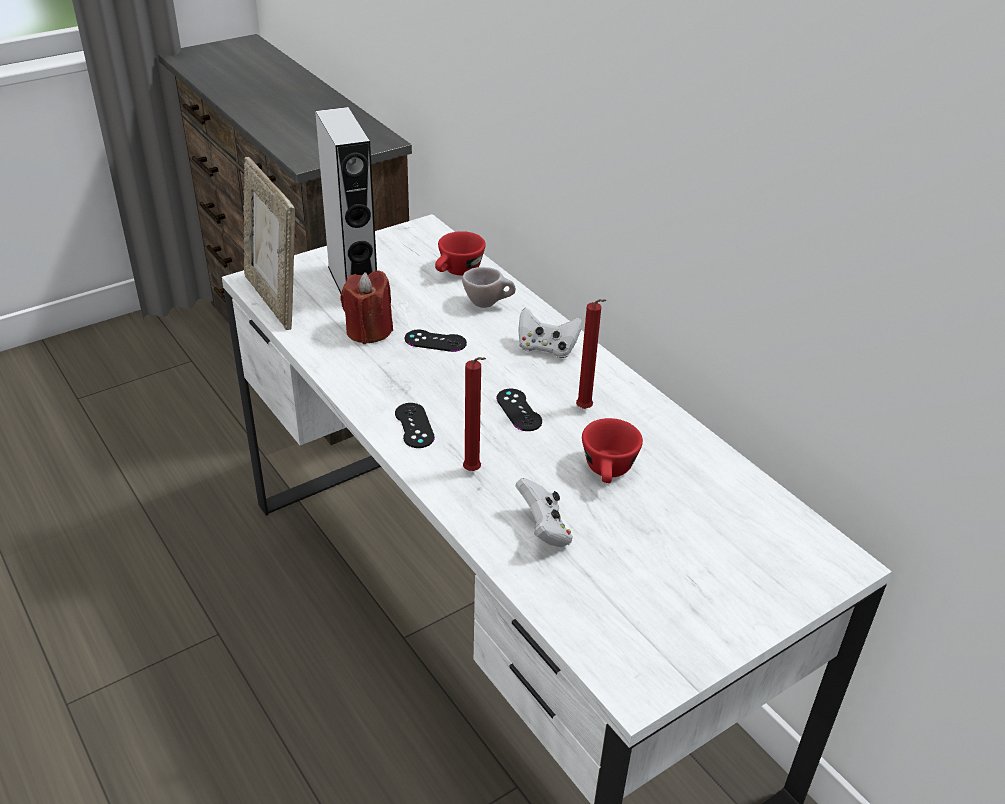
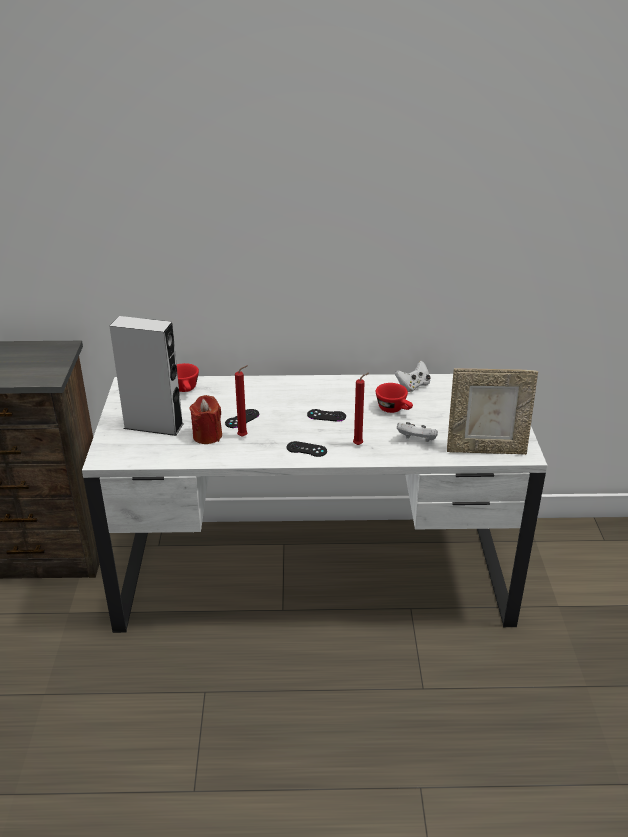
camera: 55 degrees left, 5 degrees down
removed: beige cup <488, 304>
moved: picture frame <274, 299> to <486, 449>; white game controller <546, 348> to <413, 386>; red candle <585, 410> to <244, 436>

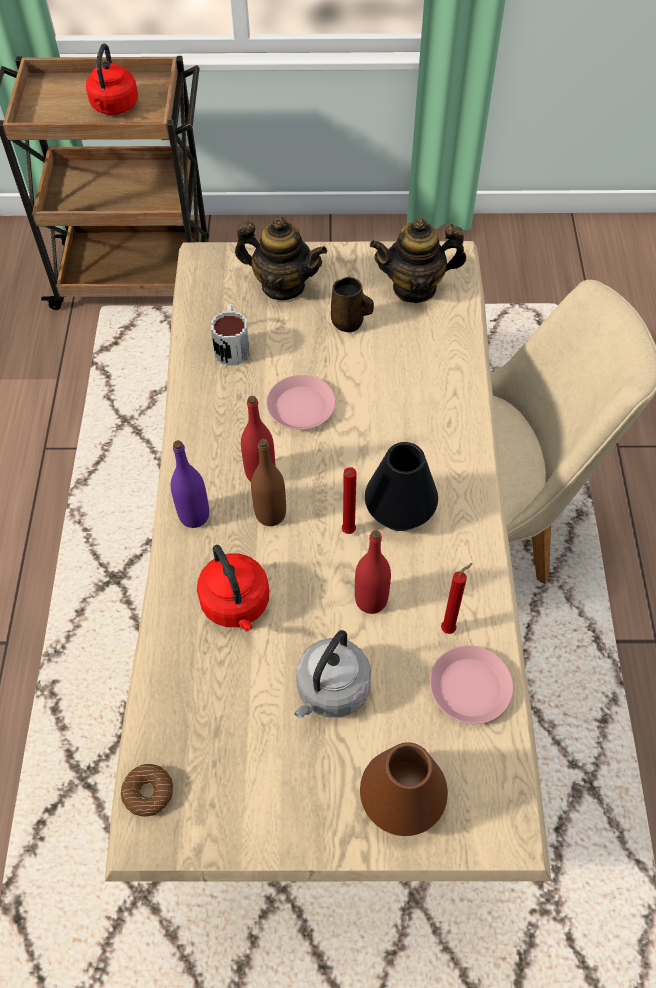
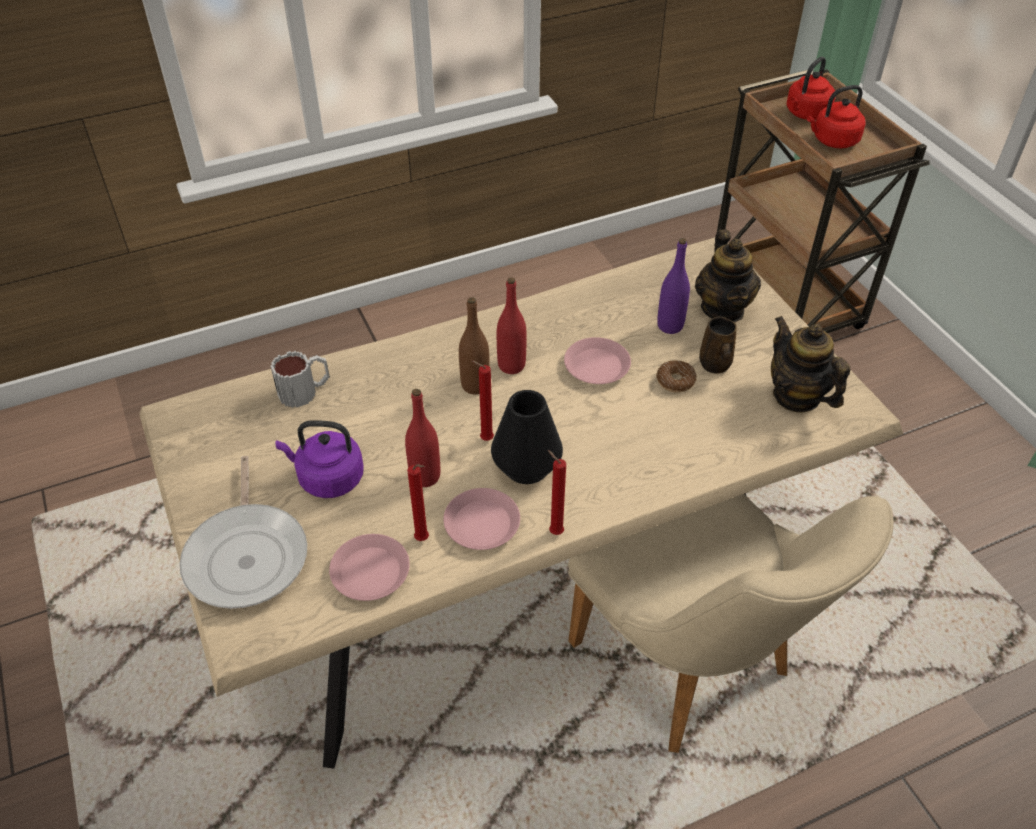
camera: 65 degrees right, 10 degrees down
added: pink plate <482, 523>; red candle <554, 531>
moved: donut <148, 792> to <675, 381>; purple bottle <194, 516> to <670, 326>; red kettle <237, 605> to <806, 114>; mug <232, 345> to <305, 391>
replaced: brown vase <401, 799> to frying pan <248, 555>
recoloured: grey kettle <331, 691> to purple kettle <327, 478>

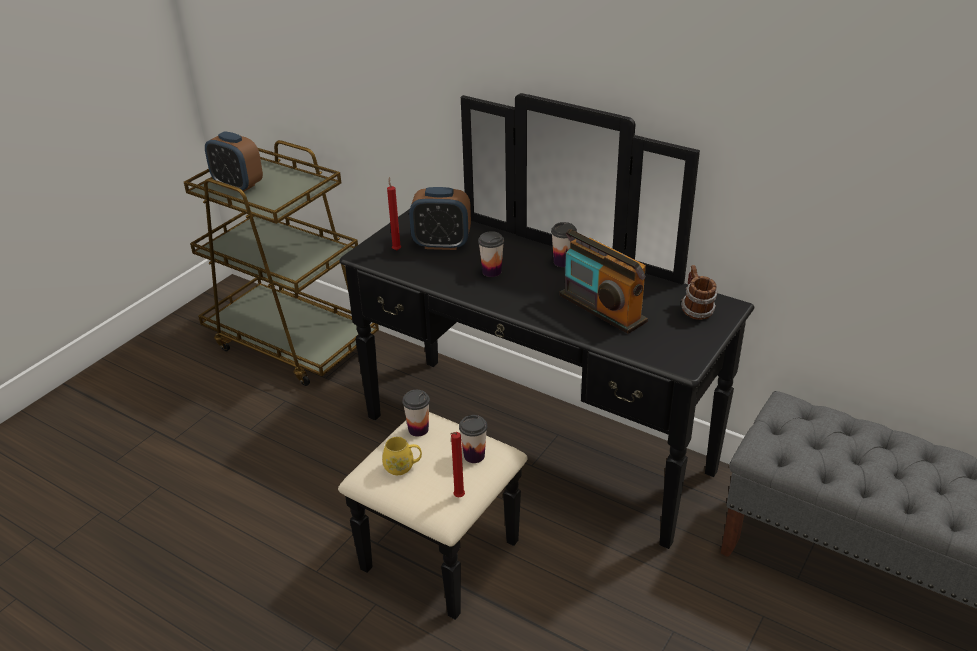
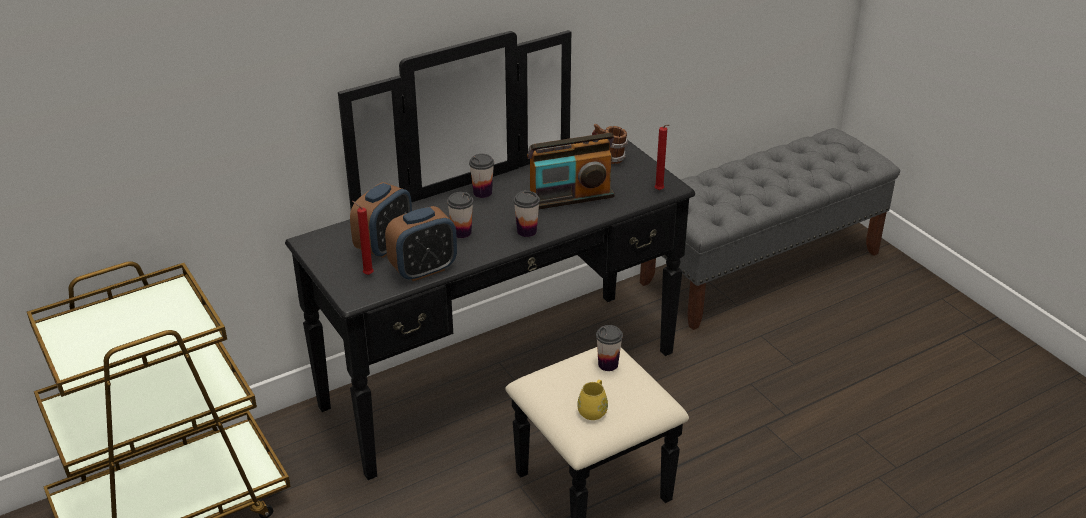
camera: 65 degrees left, 0 degrees up
moved: alarm clock <238, 185> to <423, 270>; cup <418, 429> to <526, 231>; red candle <458, 498> to <660, 191>

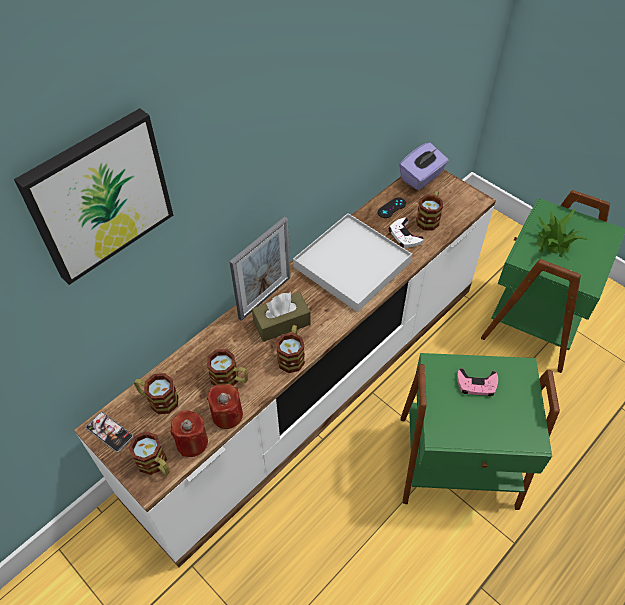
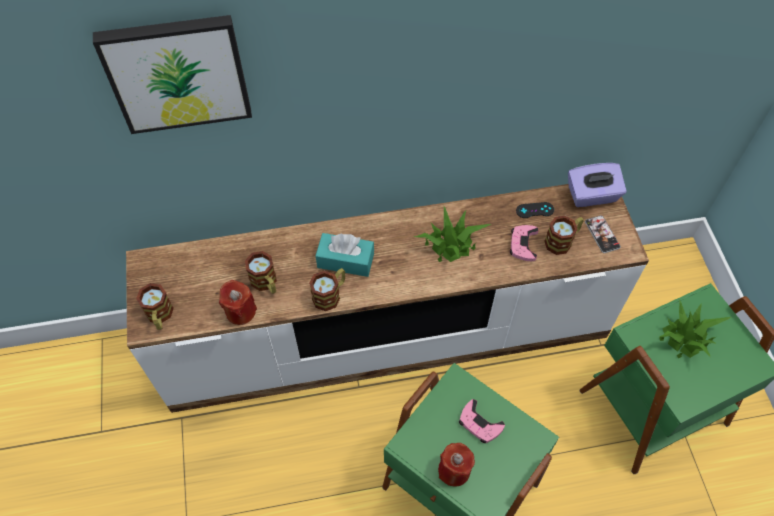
camera: 35 degrees right, 5 degrees up
removed: mug <158, 400>; picture frame <265, 297>
moved: phone <109, 432> to <602, 234>; red candle <192, 442> to <454, 470>
replaced: white tray <351, 264> to potted plant <450, 243>
recoloured: brown tissue box <282, 323> to turquoise tissue box <345, 260>; white game controller <404, 236> to pink game controller <523, 244>

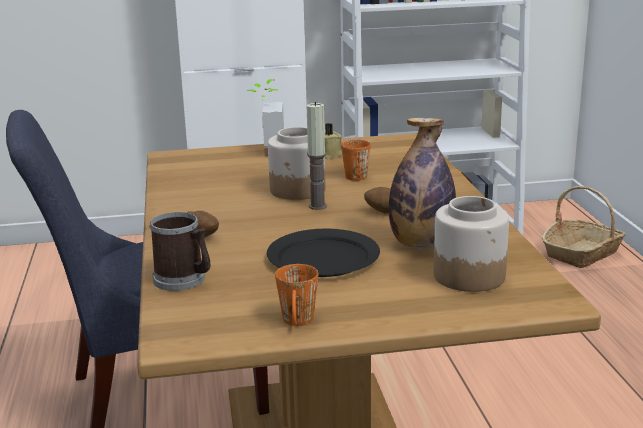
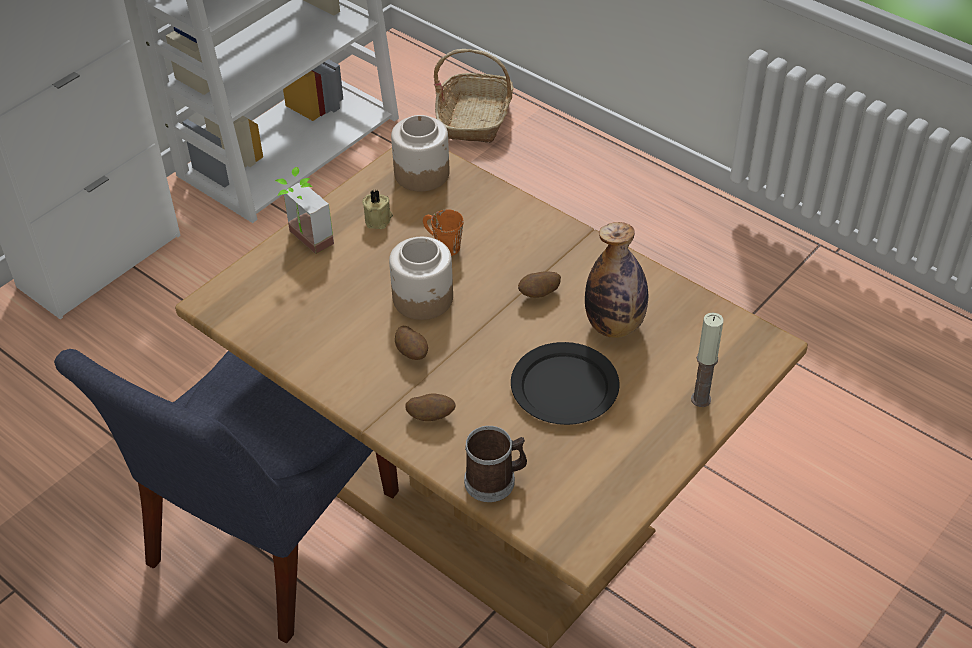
camera: 40 degrees left, 25 degrees up
removed: orange mug <298, 324>
added: potato <412, 353>
moved: candle <317, 206> to <700, 399>; jar <469, 276> to <421, 173>

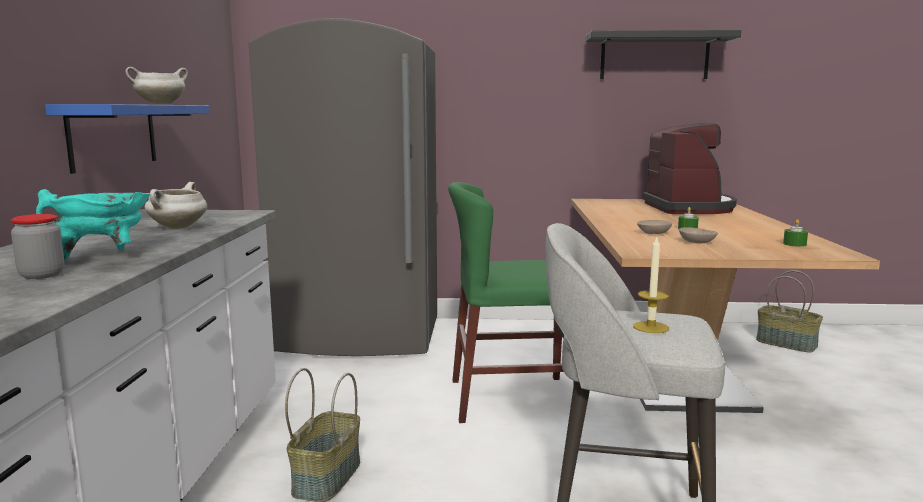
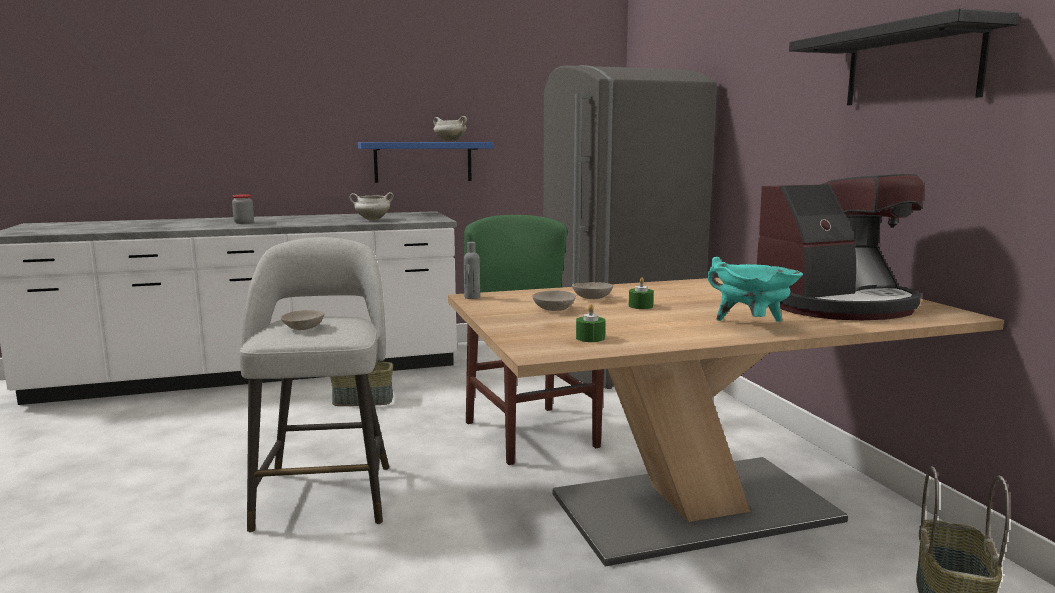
camera: 70 degrees right, 0 degrees up
added: grey bottle <472, 297>
moved: turquoise cooking pot <105, 257> to <752, 325>
replaced: candle <650, 327> to beige bowl <305, 327>

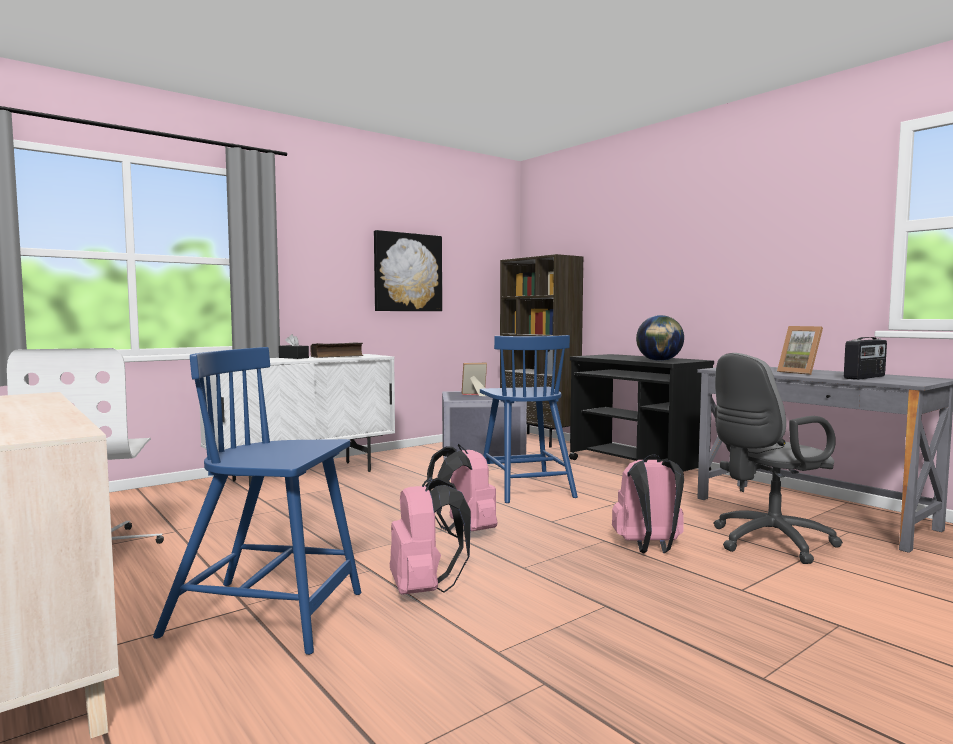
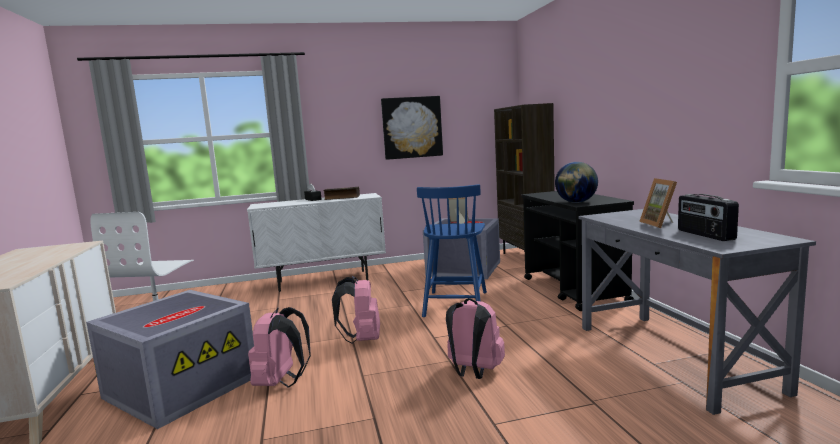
camera: 25 degrees right, 5 degrees up
removed: grey office chair <766, 542>
replaced: blue chair <268, 615> to grey storage box <182, 386>
turned: radio <865, 377> = <704, 235> 90 degrees clockwise

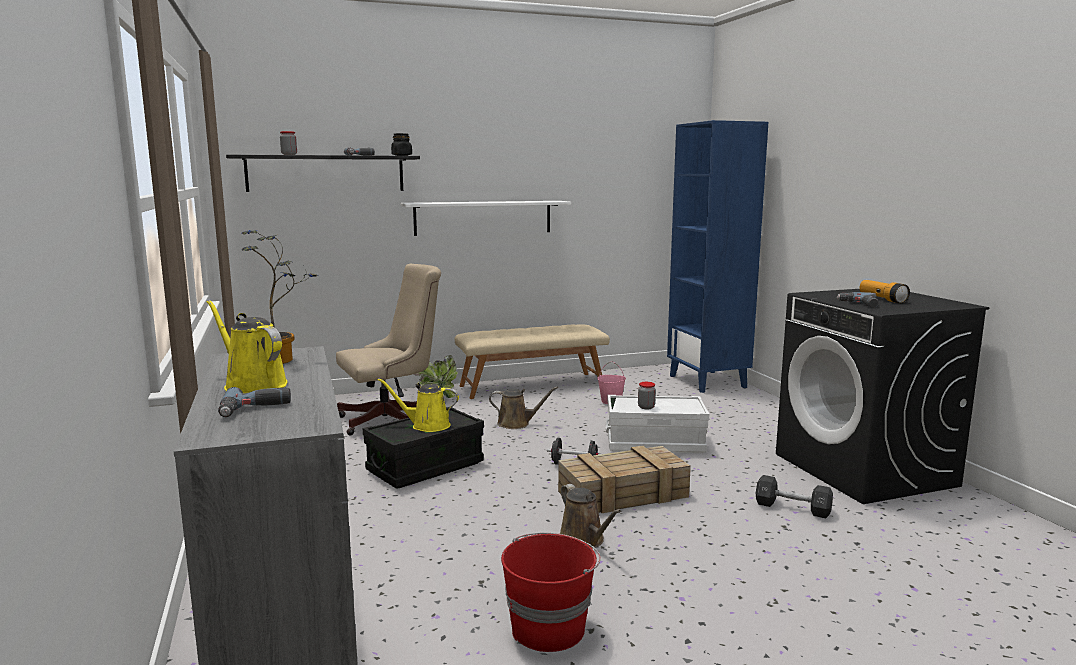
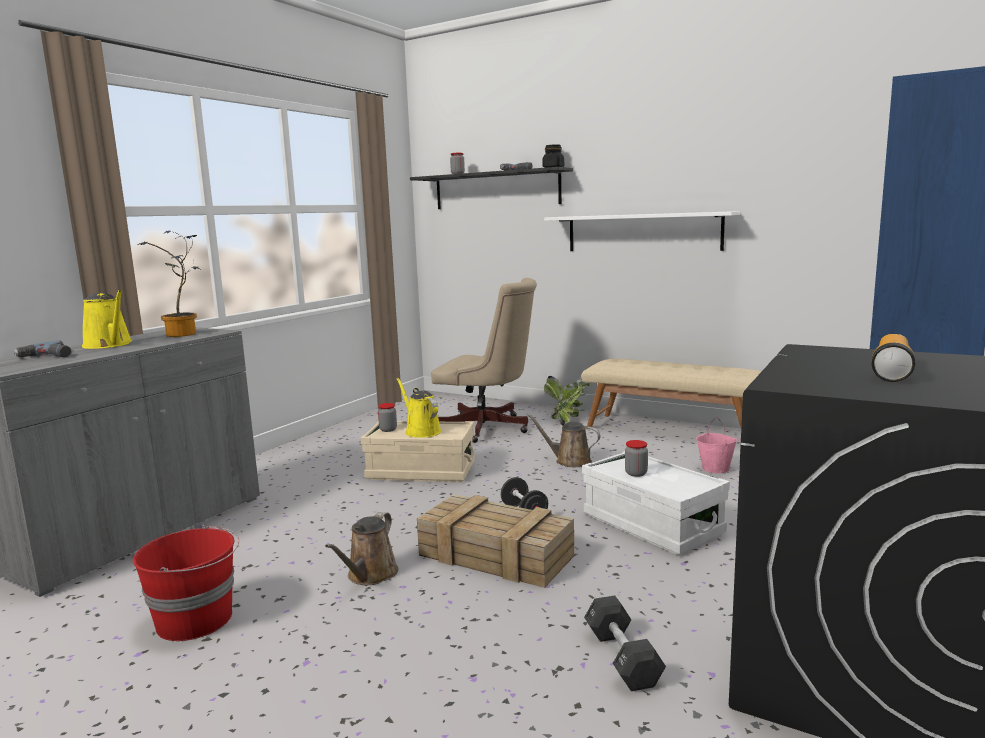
camera: 50 degrees right, 0 degrees up
removed: power drill <859, 304>
added: jar <388, 429>
recoloured: black storage box <425, 467> to beige storage box <421, 471>
turned: yellow watering can <252, 385> = <109, 345> 135 degrees clockwise; brown watering can <516, 424> = <569, 461> 150 degrees clockwise

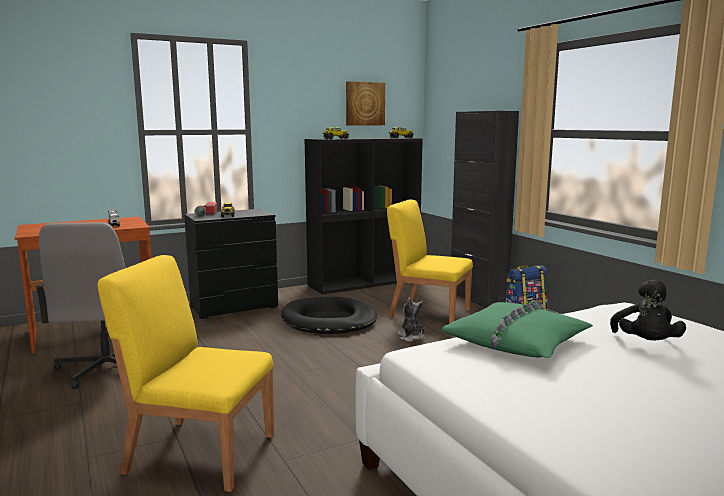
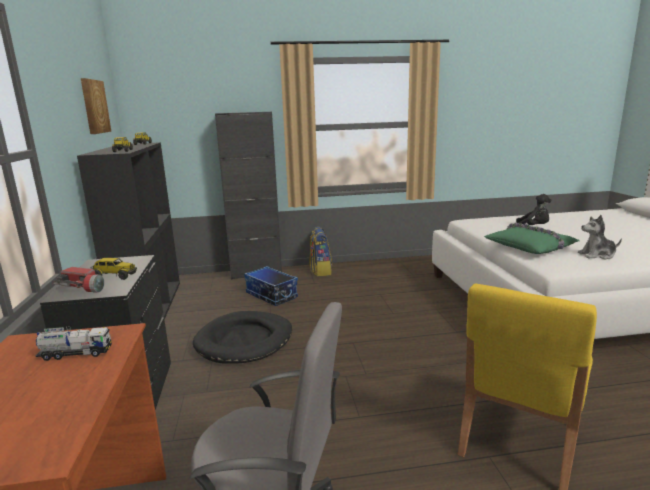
camera: 70 degrees left, 5 degrees up
moved: plush toy <411, 337> to <597, 255>
replaced: yellow chair <428, 313> to storage box <271, 295>

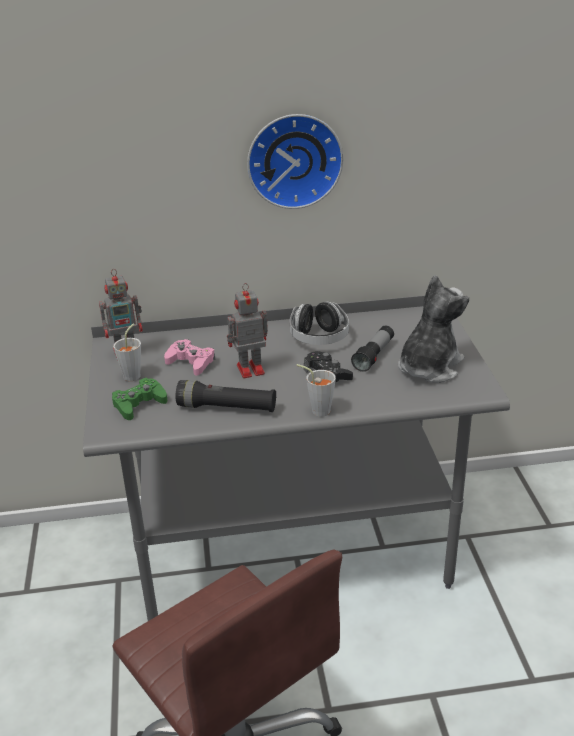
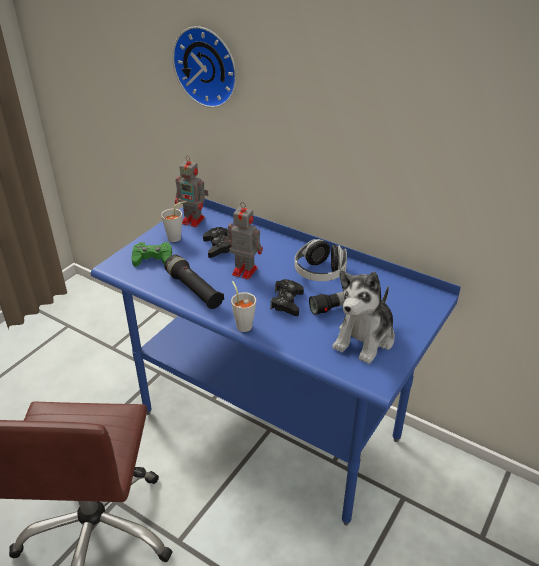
camera: 40 degrees right, 5 degrees up
moved: wall clock <294, 160> to <208, 66>
recoloured: grey desk <293, 554> to blue desk <270, 425>; pink game controller <191, 362> to black game controller <218, 247>
turned: plush toy <428, 367> = <365, 338> 135 degrees clockwise

